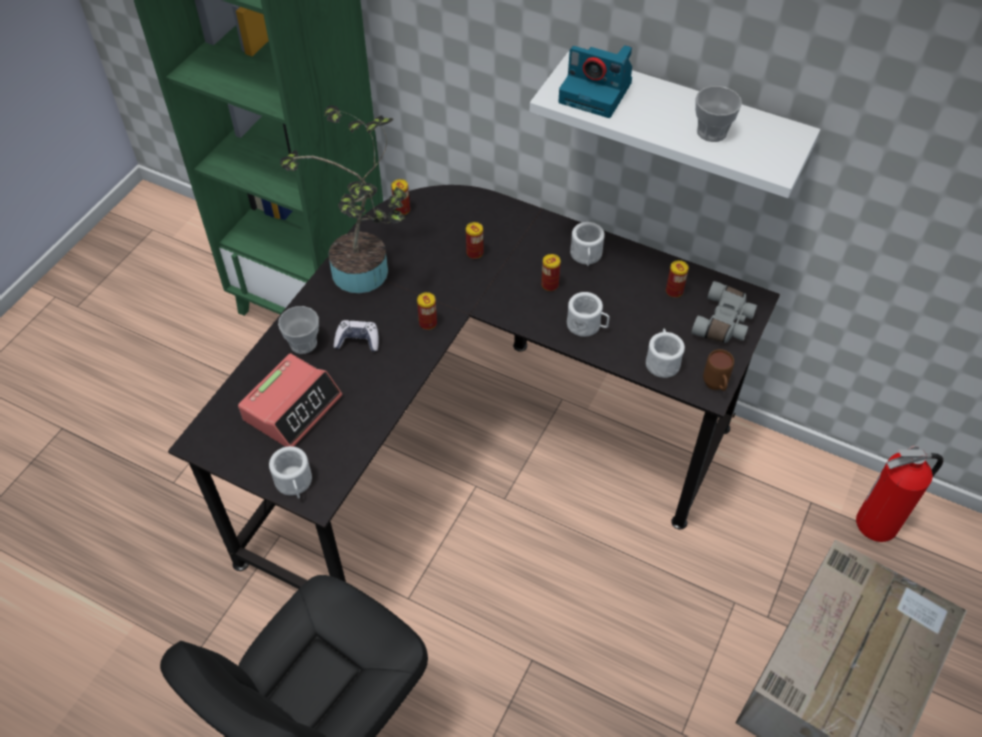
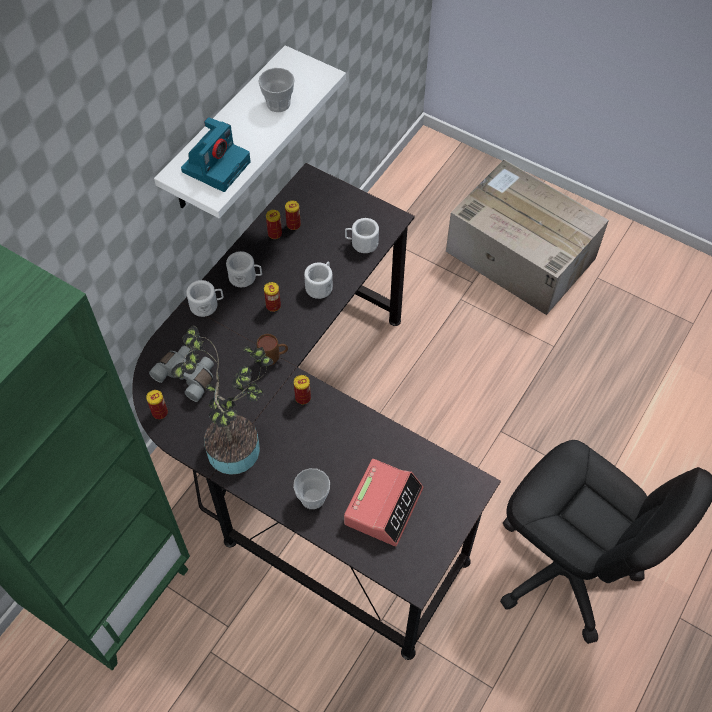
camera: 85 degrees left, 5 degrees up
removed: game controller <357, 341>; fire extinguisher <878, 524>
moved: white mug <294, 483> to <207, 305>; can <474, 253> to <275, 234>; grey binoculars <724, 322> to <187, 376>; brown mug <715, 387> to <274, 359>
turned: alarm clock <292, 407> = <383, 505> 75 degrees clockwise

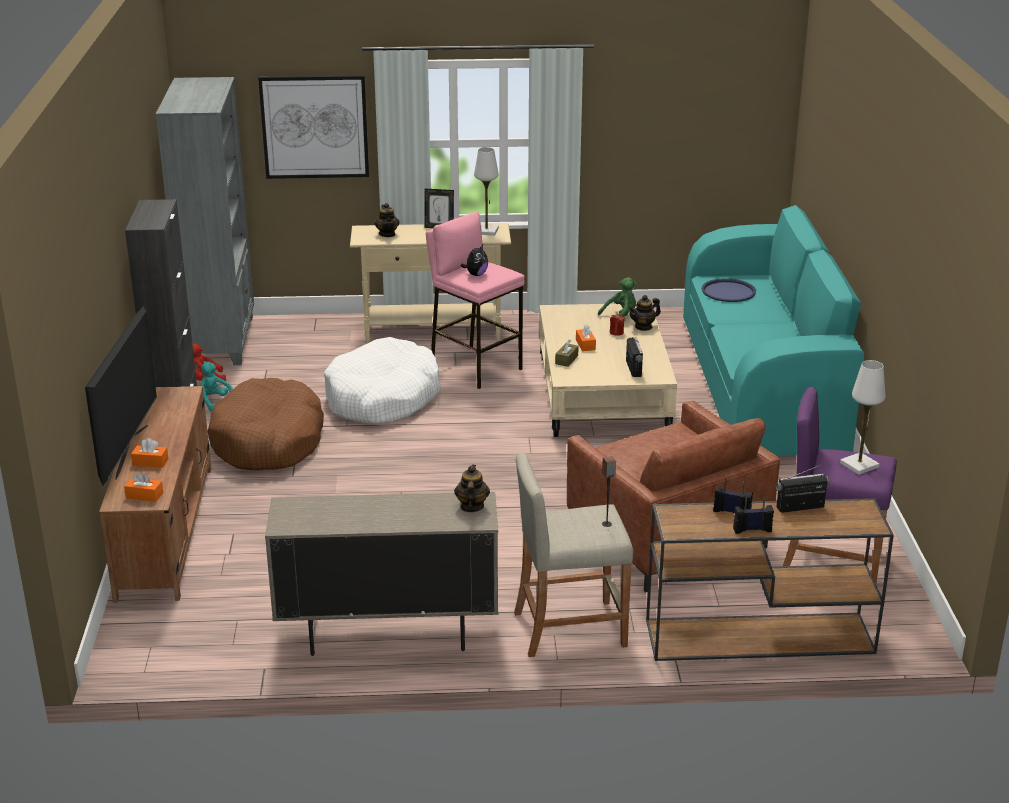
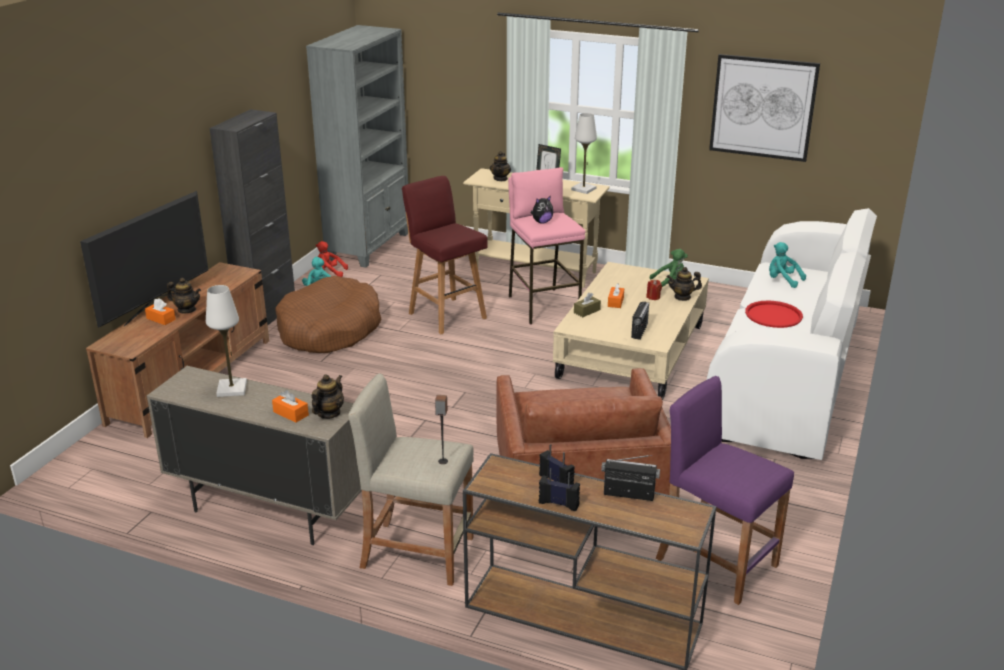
camera: 25 degrees right, 0 degrees up
added: teapot <187, 310>; red tray <773, 315>
moved: orange tissue box <144, 495> to <291, 413>; picture <314, 127> to <763, 107>; white table lamp <859, 465> to <232, 389>
replaced: white dog bed <382, 398> to red stool <446, 315>; blue tray <728, 291> to turquoise plush toy <782, 280>
recoloured: turquoise sofa <761, 385> to white sofa <787, 375>

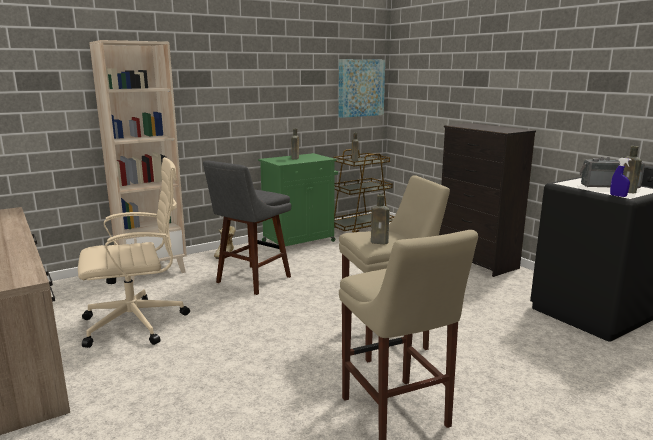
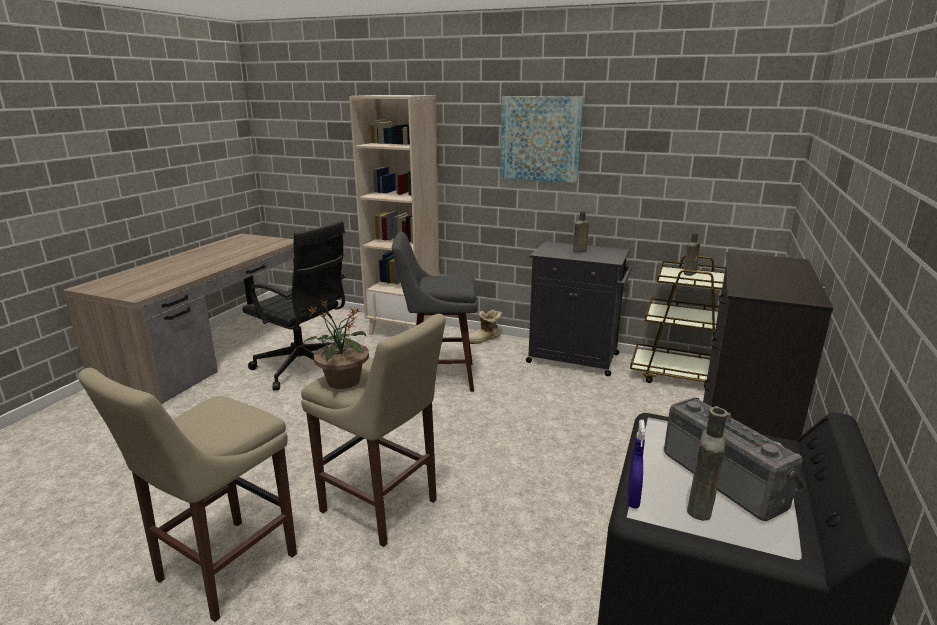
camera: 55 degrees right, 5 degrees up
moved: picture <361, 88> to <540, 139>
replaced: brown bottle <380, 242> to potted plant <343, 381>
recoloured: beige office chair <138, 323> to black office chair <304, 368>; green cabinet <300, 241> to black cabinet <575, 359>

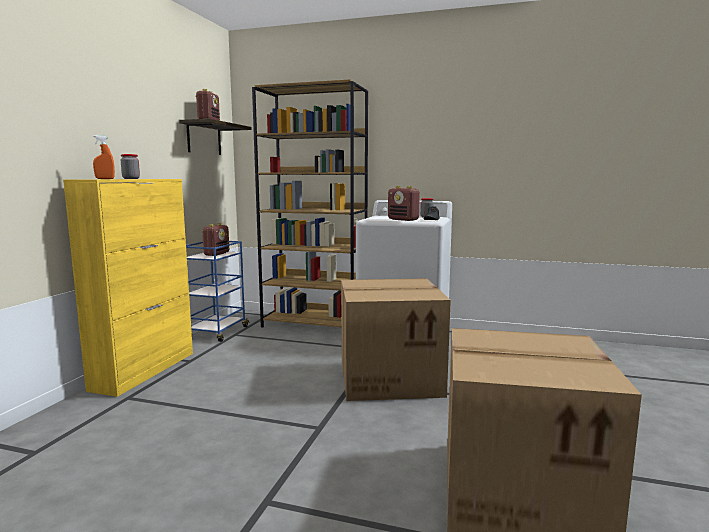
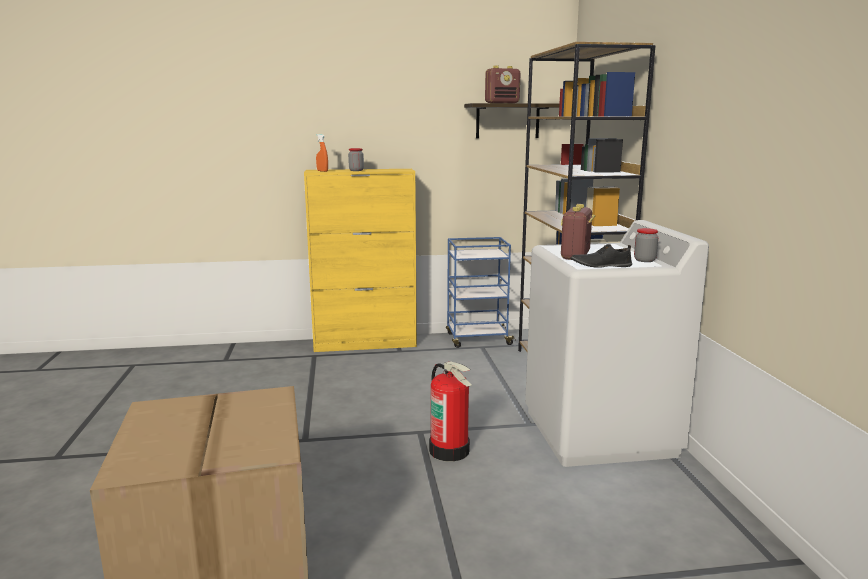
camera: 65 degrees right, 5 degrees up
removed: radio <216, 254>
replaced: cardboard box <391, 377> to fire extinguisher <450, 450>

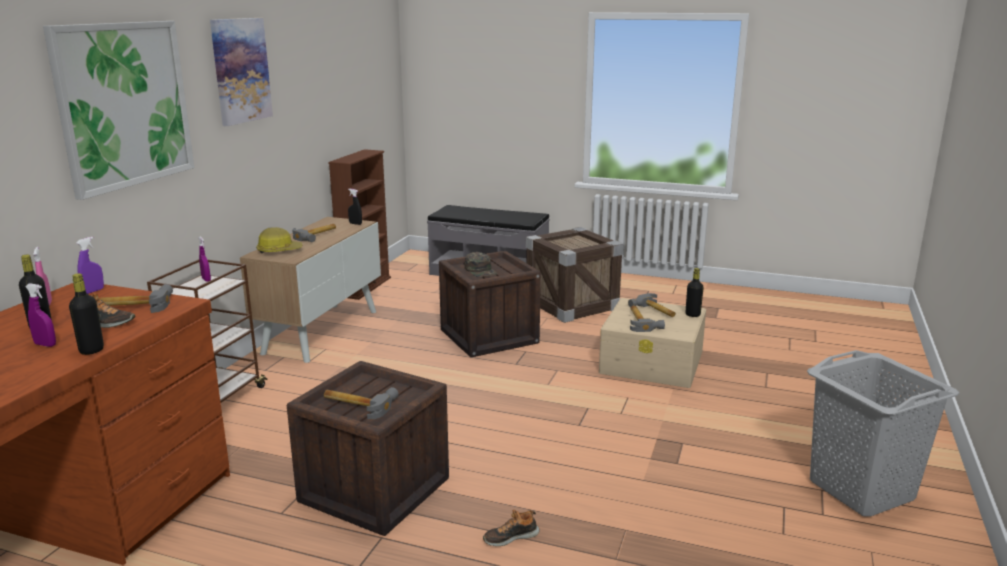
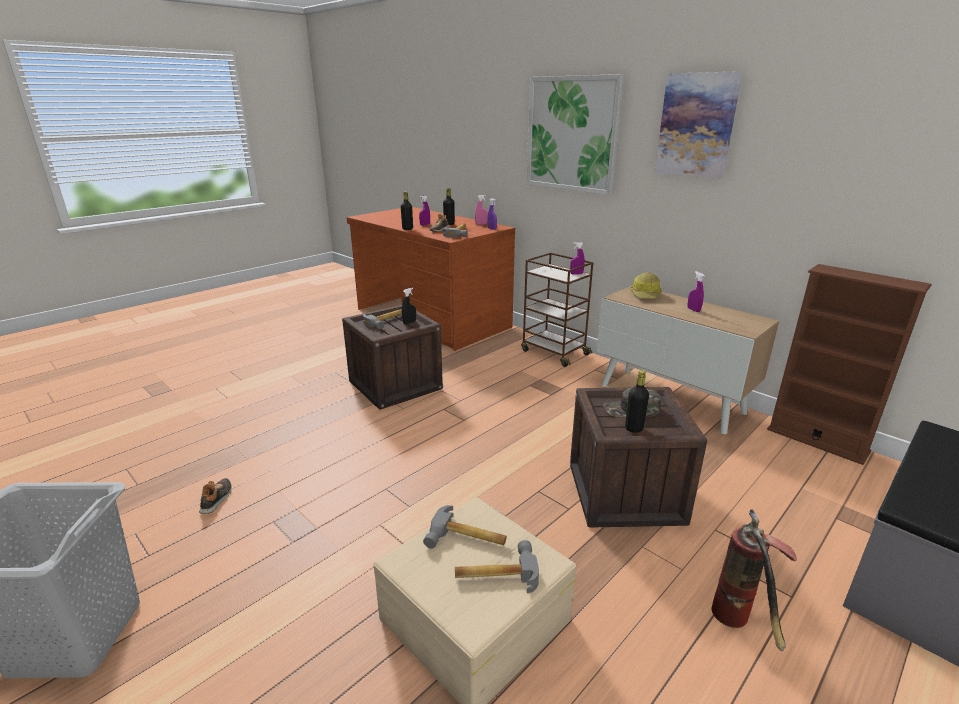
camera: 115 degrees right, 5 degrees up
moved: black spray bottle <355, 223> to <409, 322>; shoe <510, 537> to <217, 499>; black bottle <692, 315> to <634, 428>
replaced: hammer <317, 235> to purple spray bottle <693, 310>; crate <572, 305> to fire extinguisher <741, 624>

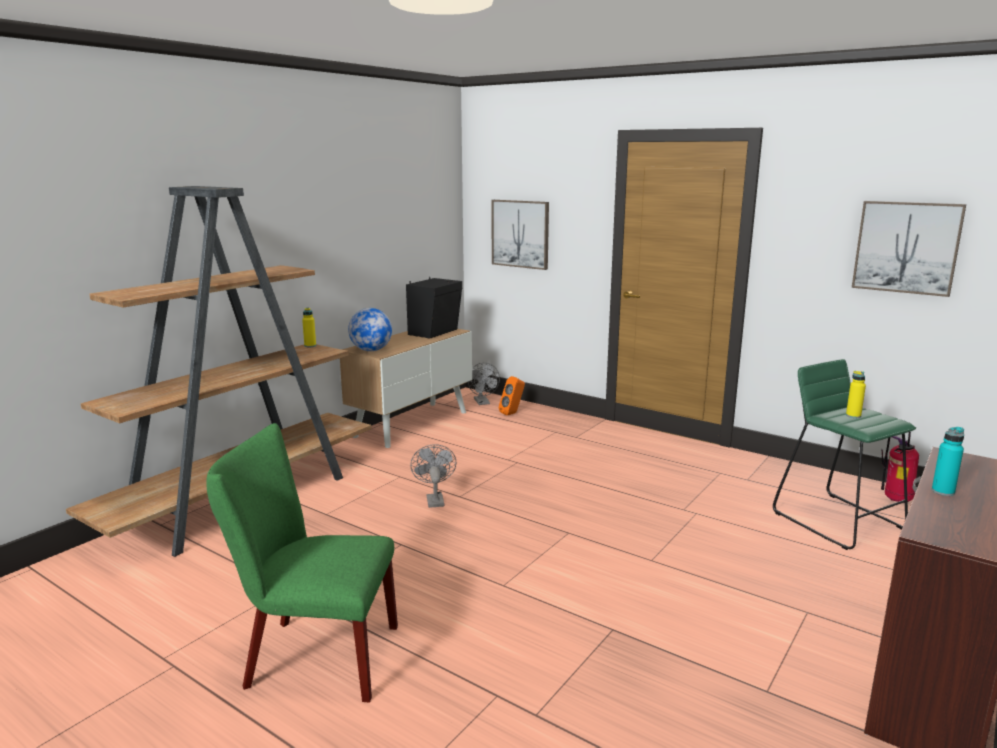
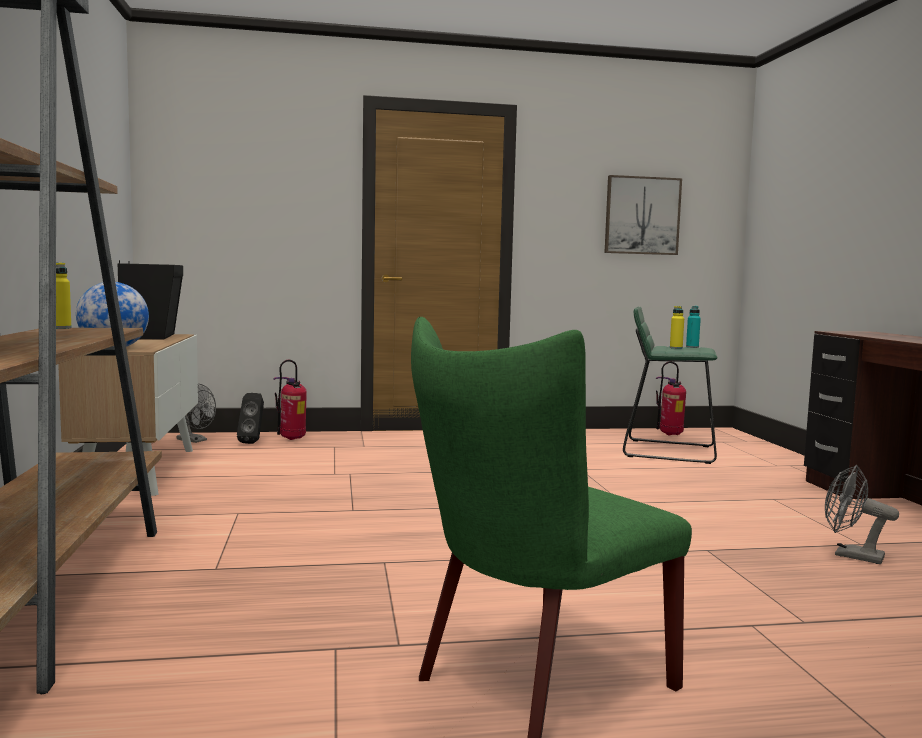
camera: 45 degrees left, 10 degrees down
removed: picture <520, 234>
added: fire extinguisher <292, 439>
moved: grey fan <434, 499> to <850, 555>; turquoise bottle <943, 491> to <692, 347>
recoloured: orange speaker <512, 413> to black speaker <253, 442>

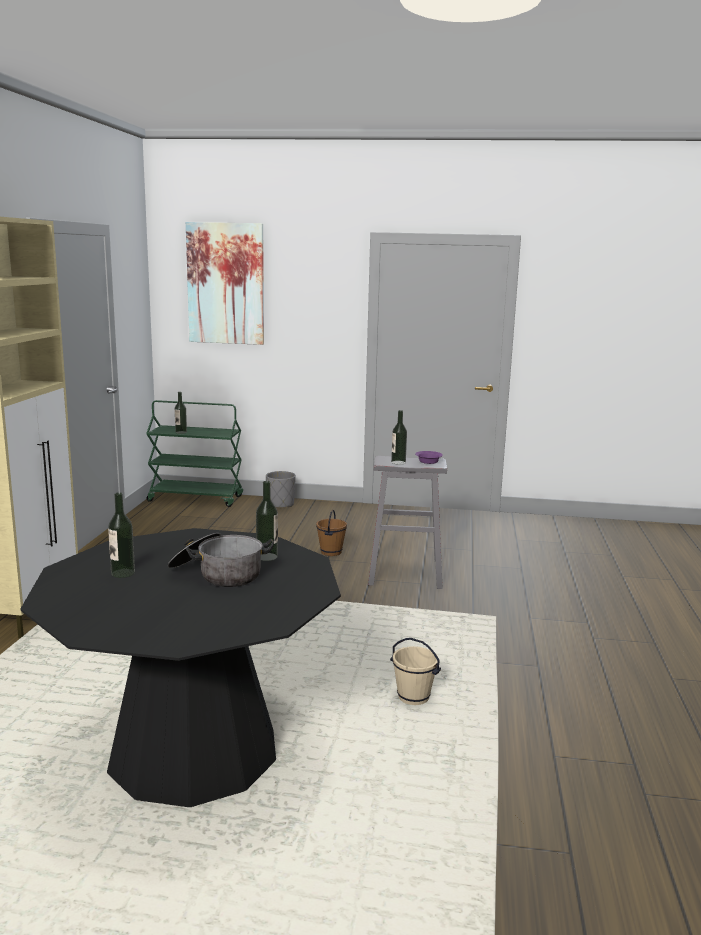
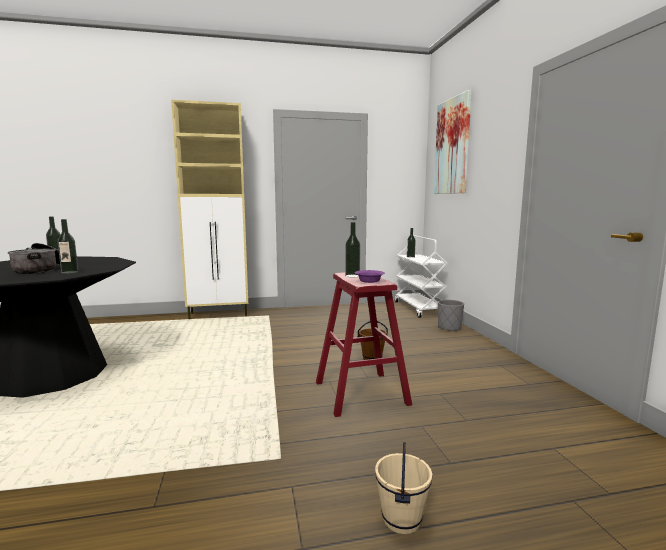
camera: 70 degrees right, 5 degrees down
moved: beige bucket <413, 697> to <402, 520>
recoloured: green cart <196, 498> to white cart <419, 309>; grey stool <405, 572> to red stool <361, 393>

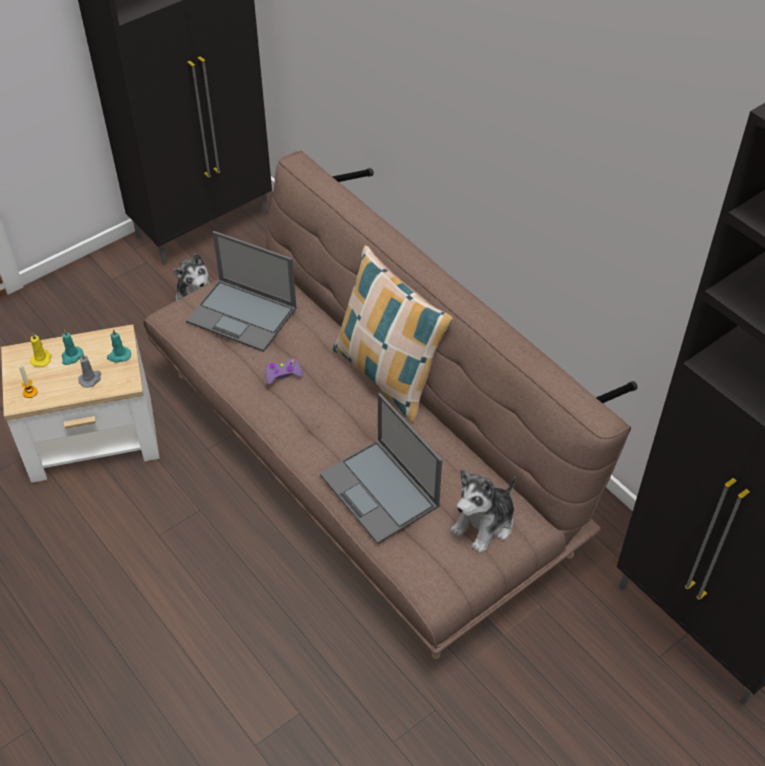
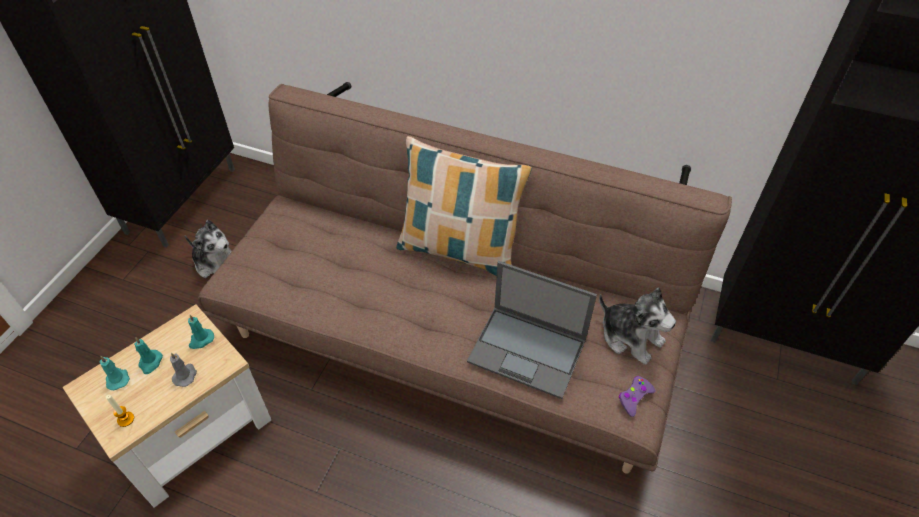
camera: 30 degrees left, 0 degrees up
removed: laptop <243, 315>
moved: purple game controller <283, 374> to <634, 398>
recoloured: yellow candle <41, 358> to turquoise candle <117, 379>
turned: plush toy <484, 524> = <630, 337> 60 degrees counterclockwise

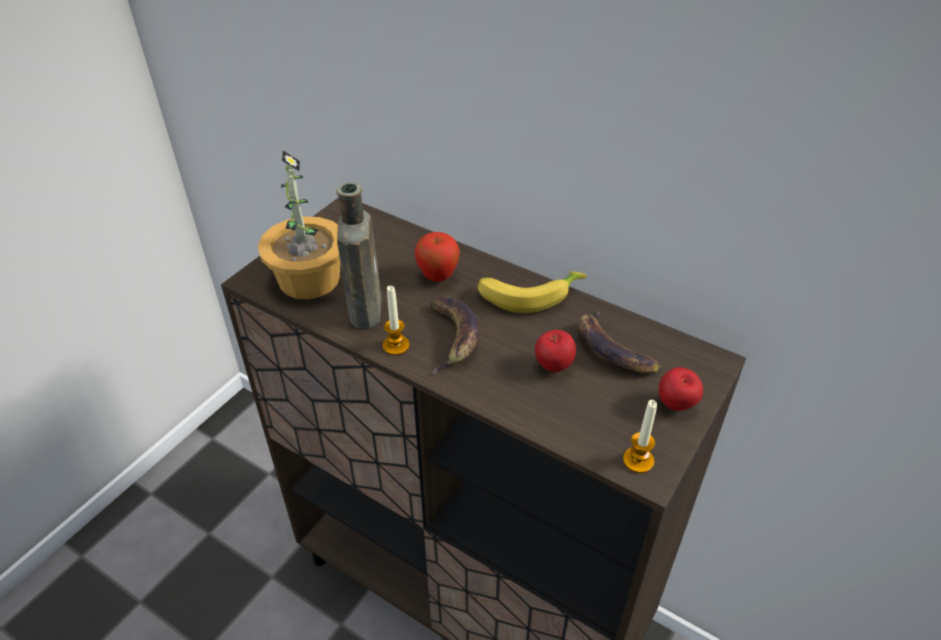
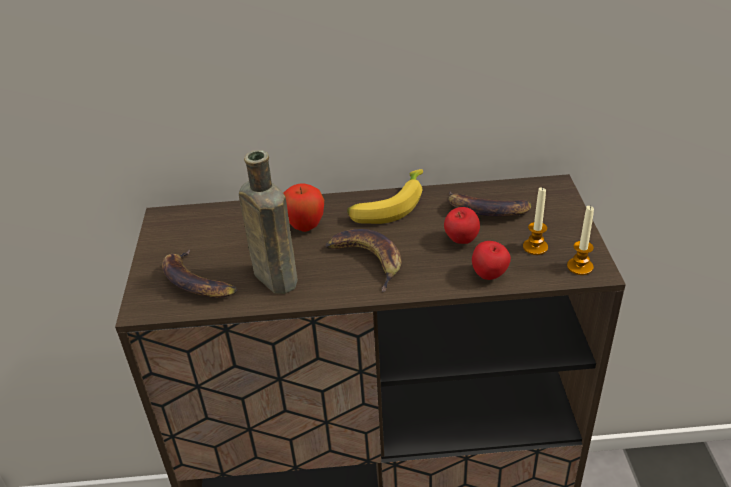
camera: 35 degrees left, 5 degrees down
moved: candle <396, 345> to <535, 247>; apple <676, 405> to <489, 276>
replaced: potted plant <308, 279> to banana <196, 282>

